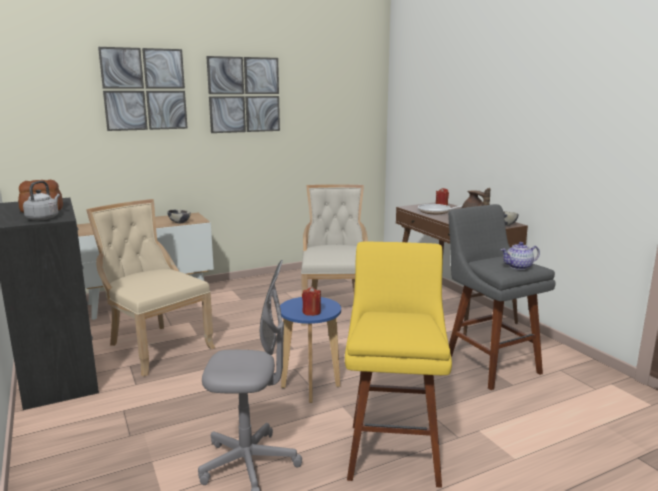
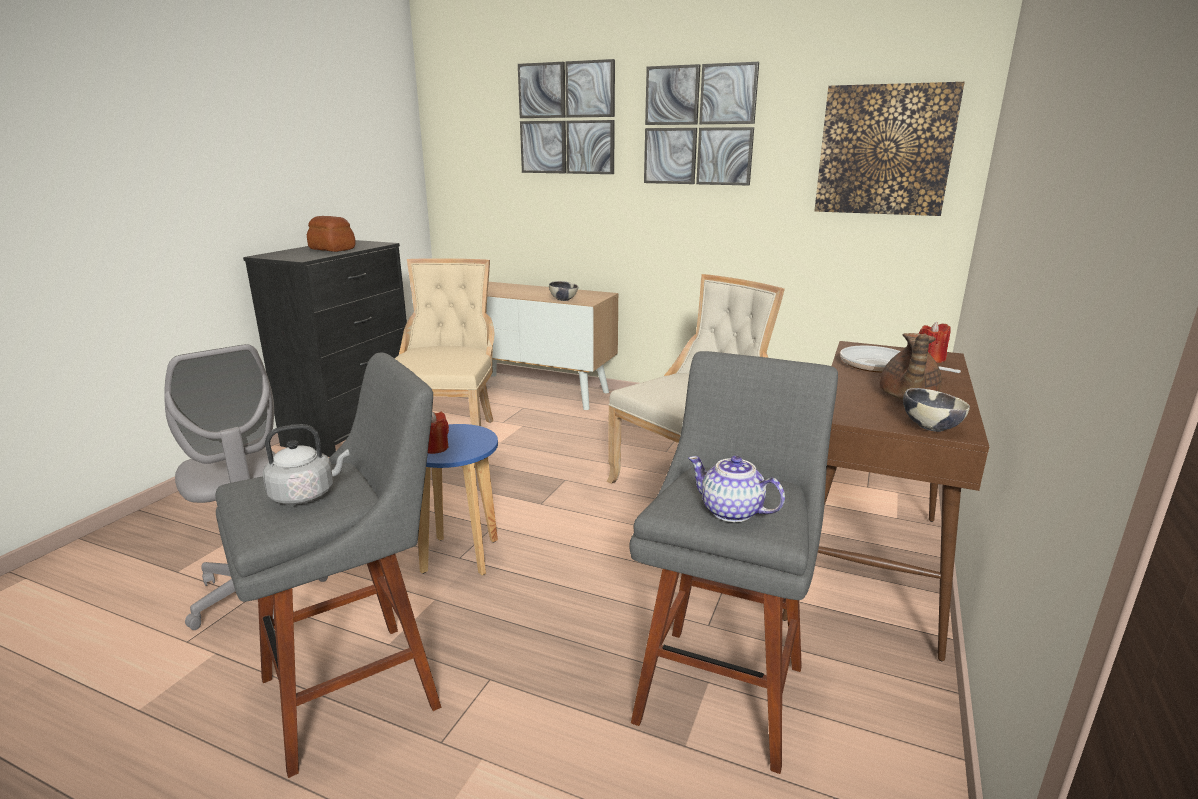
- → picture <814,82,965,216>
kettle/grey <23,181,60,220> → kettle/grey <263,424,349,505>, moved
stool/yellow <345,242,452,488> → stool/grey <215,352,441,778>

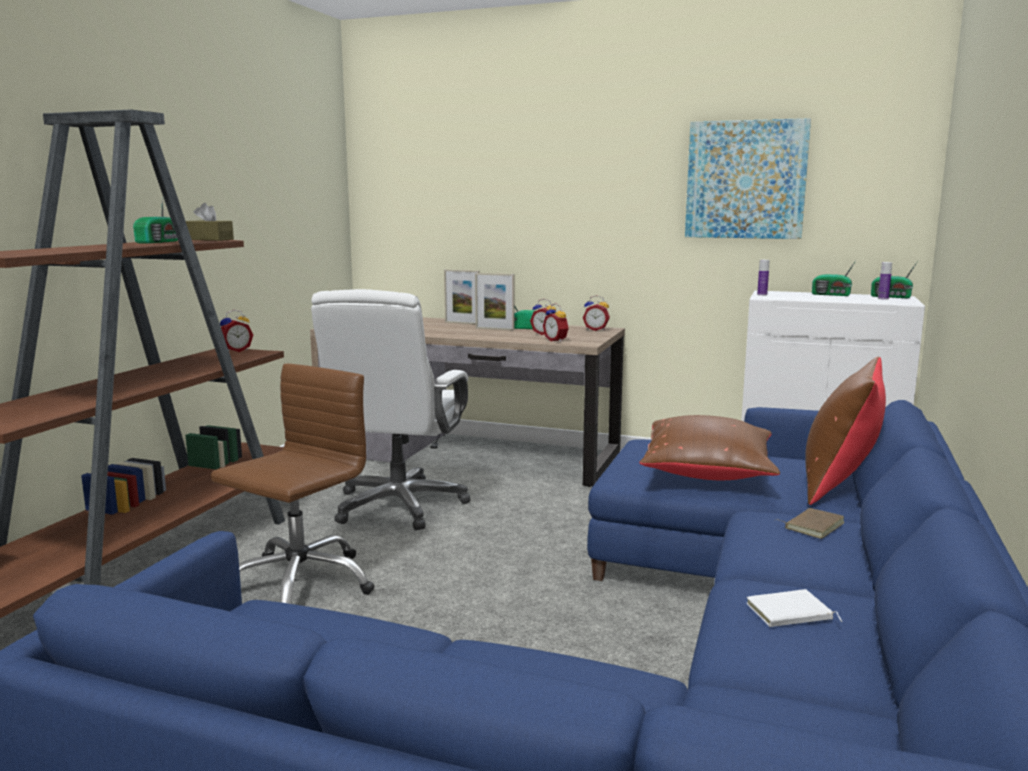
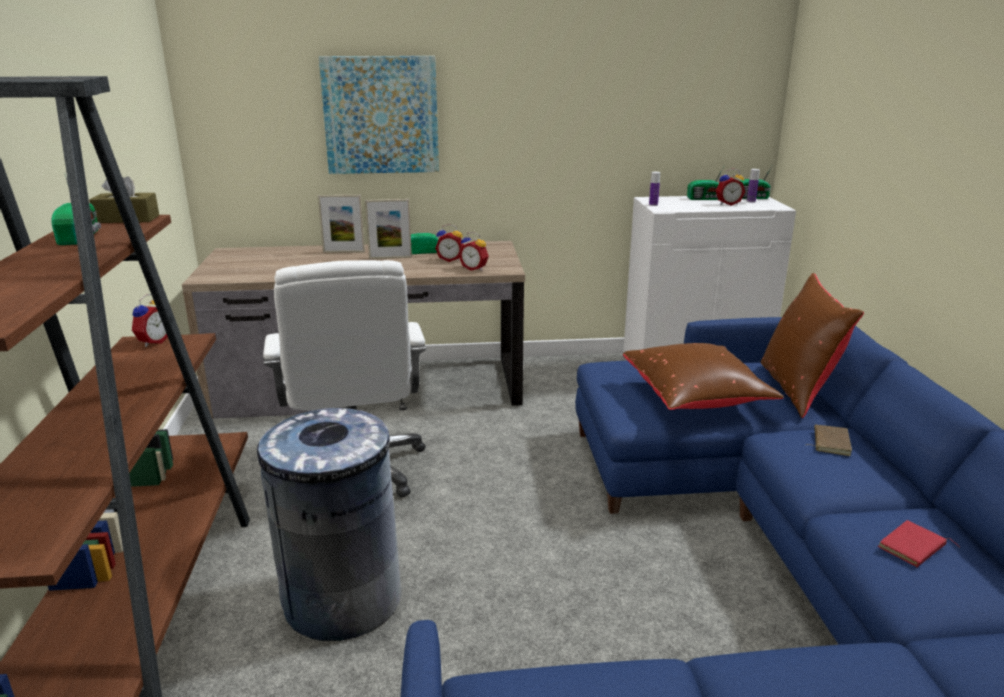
alarm clock <583,295,610,331> → alarm clock <716,168,745,206>, moved
picture <685,118,811,239> → picture <319,56,439,174>, moved
office chair/brown <211,363,375,604> → trash can/grey <257,408,401,641>
book/white <747,589,842,627> → book/red <878,520,960,567>

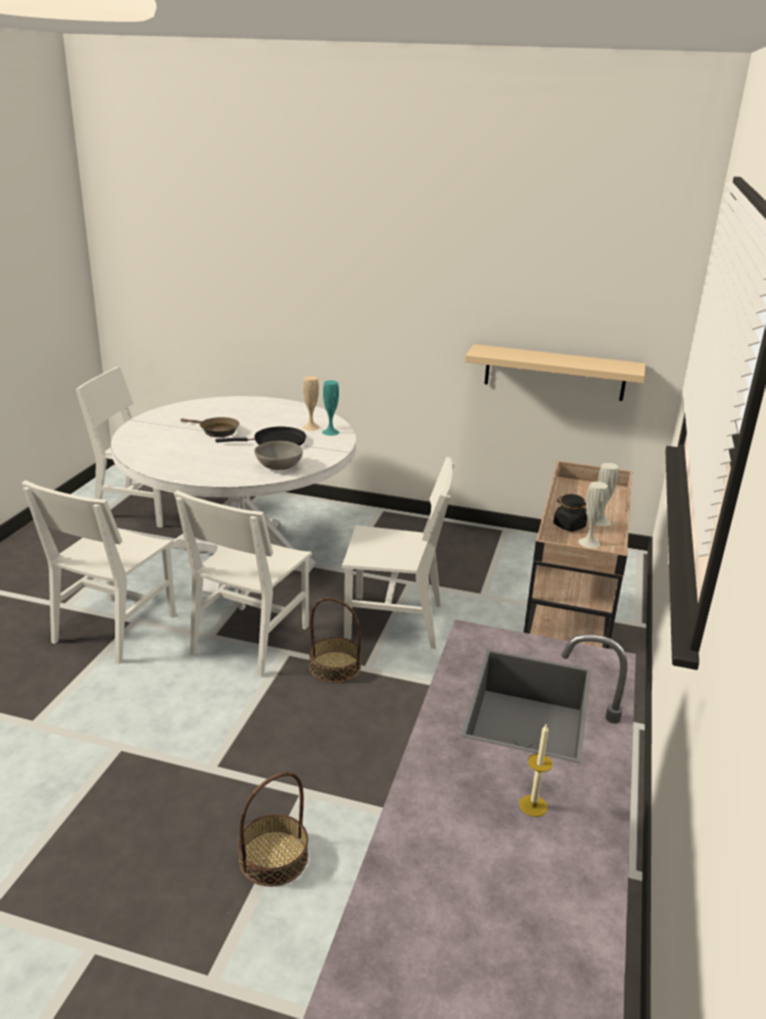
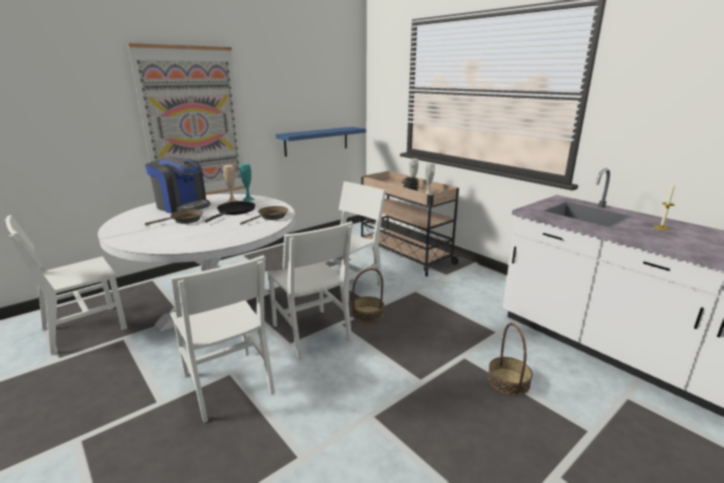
- → picture <127,43,245,195>
- → coffee machine <145,157,211,214>
bowl/grey <254,441,303,470> → frying pan/brown <240,206,288,225>
shelf/beige <465,344,645,401> → shelf/blue <276,127,366,157>

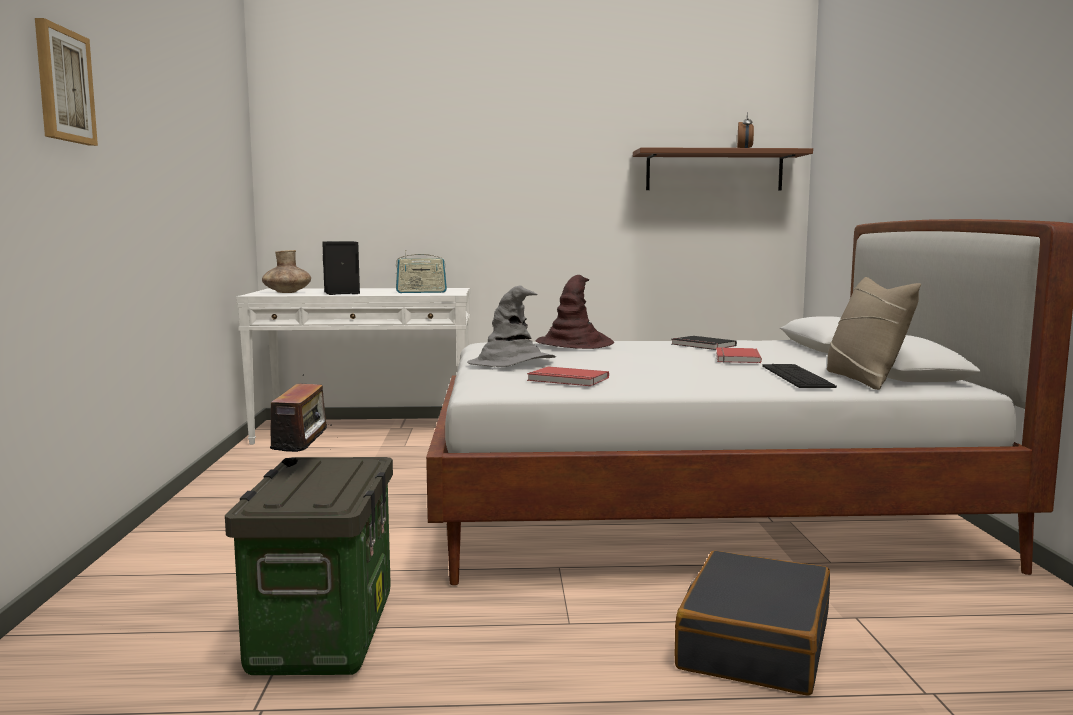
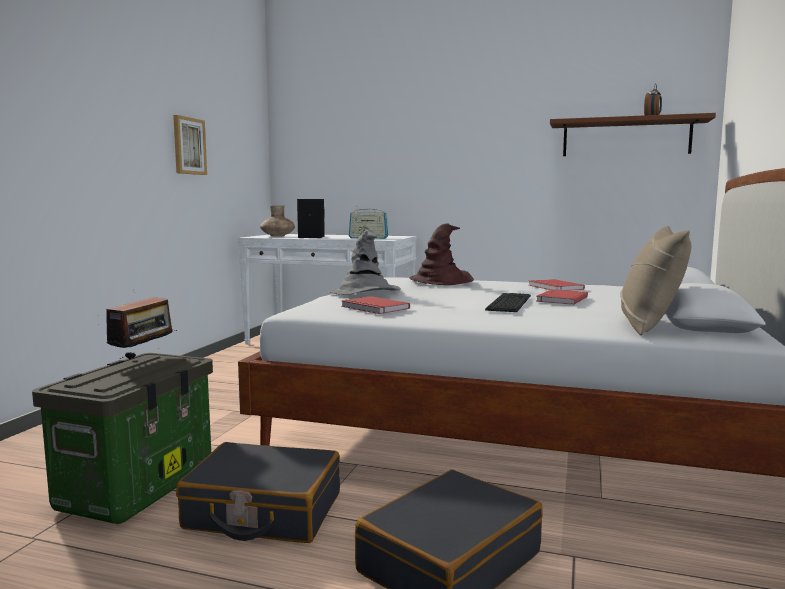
- → suitcase/black <176,442,340,543>
picture <35,18,98,146> → picture <173,115,207,175>, moved
keyboard <762,364,837,388> → keyboard <485,293,531,312>, moved
book/black <672,336,737,350> → book/red <529,279,585,291>

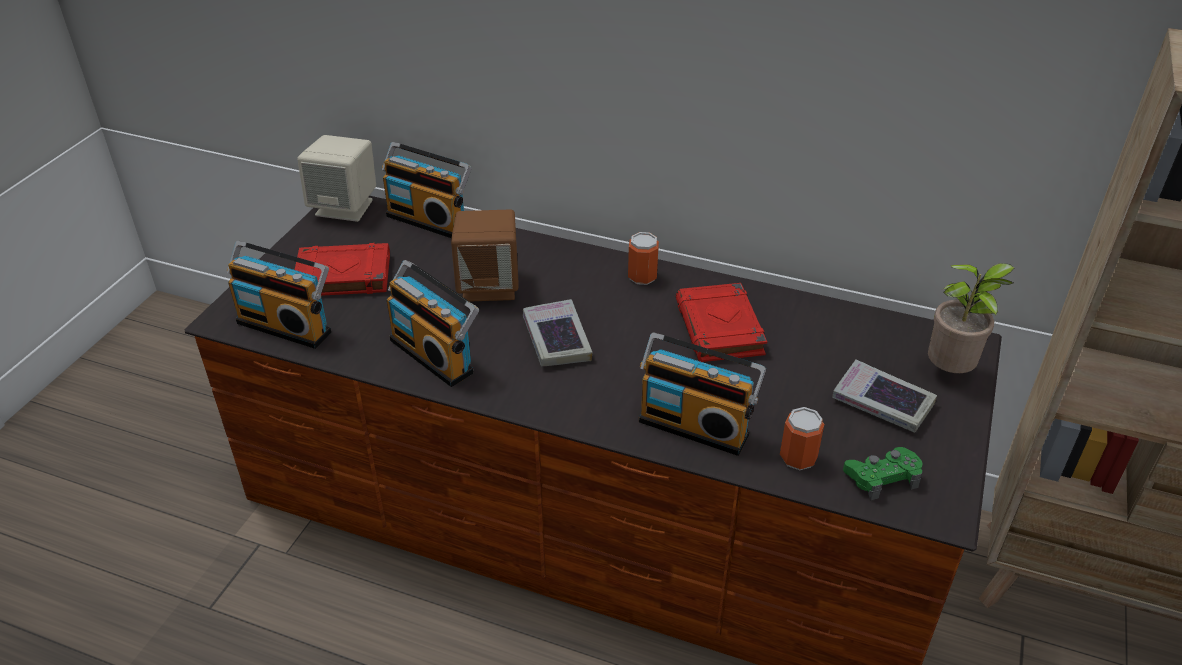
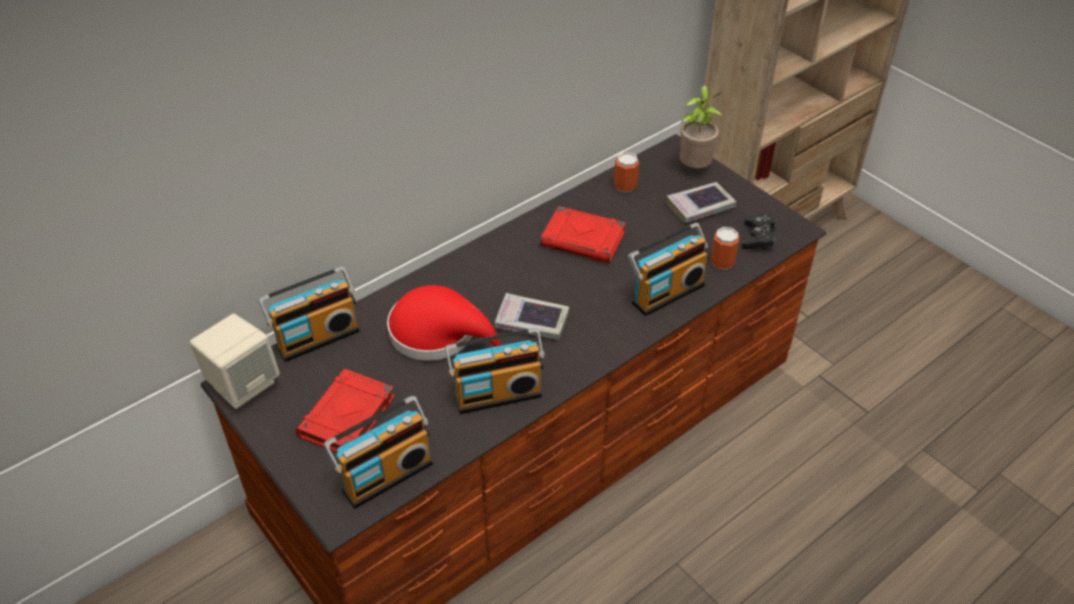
can <628,232,659,285> → can <614,152,639,193>, moved
speaker/brown <451,209,518,302> → hat/red <387,285,501,361>
game controller/green <843,447,923,501> → game controller/black <742,213,777,250>

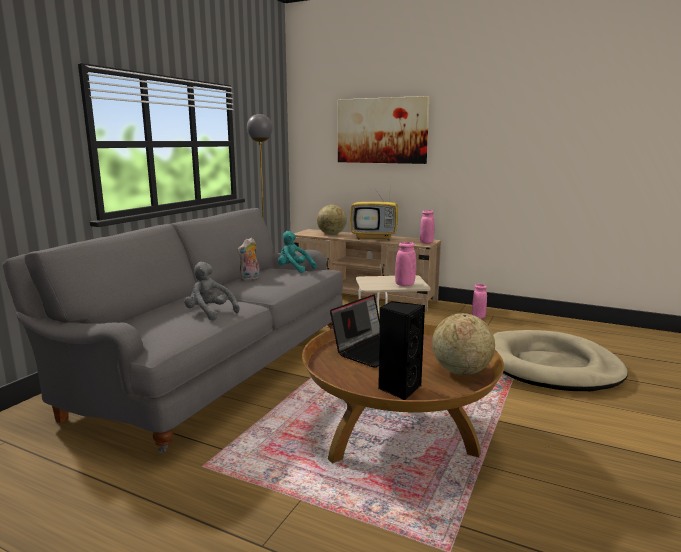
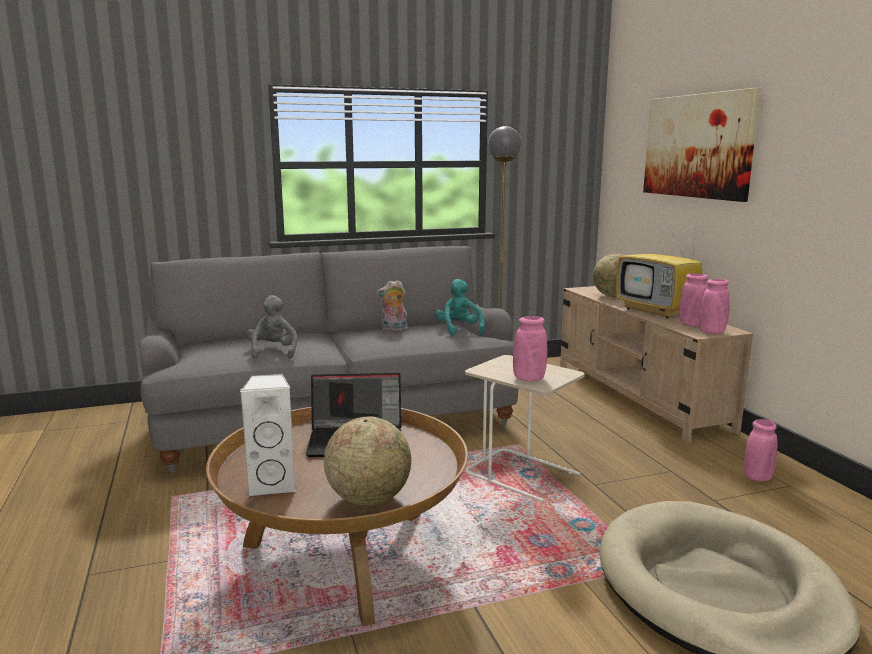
- → vase/pink <679,273,708,327>
speaker/black <378,301,425,400> → speaker/white <240,374,296,496>

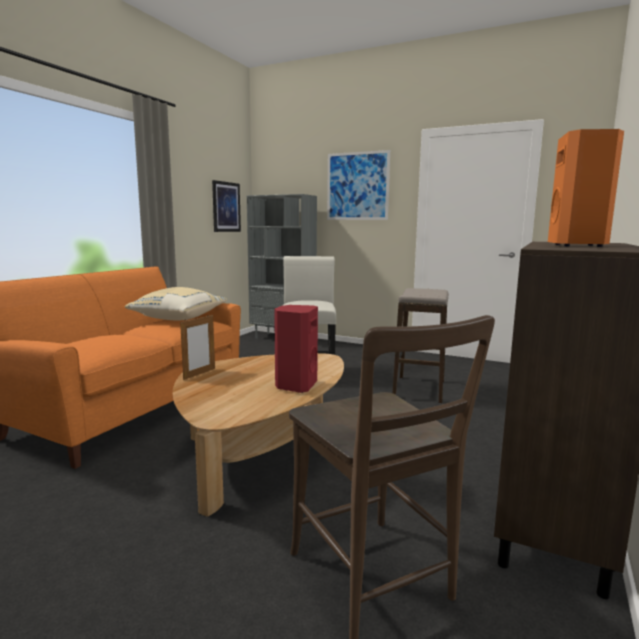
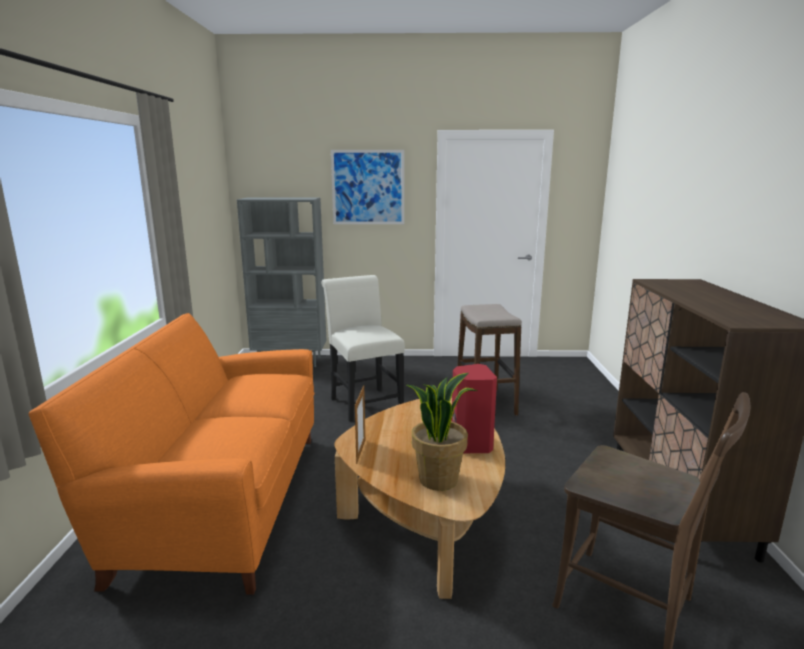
pillow/beige <125,287,227,320> → -
picture <212,180,241,232> → -
speaker/orange <548,129,624,247> → -
- → potted plant <407,373,477,491>

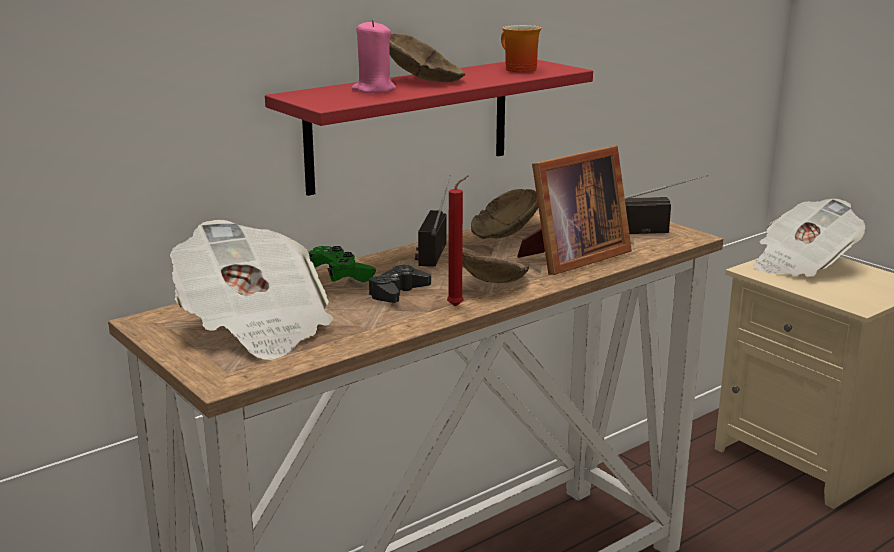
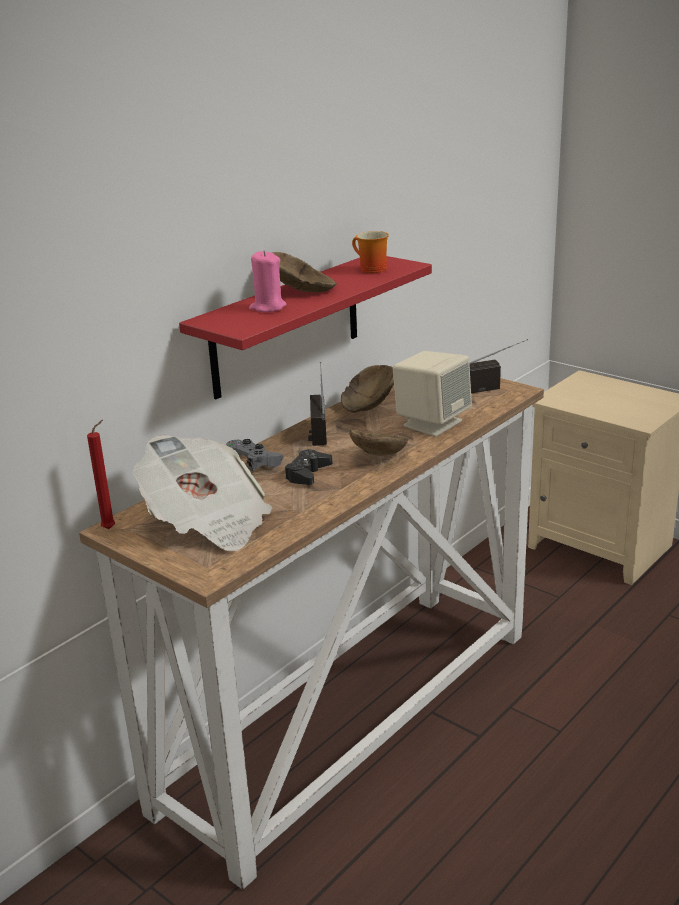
newspaper <753,199,865,277> → -
candle/red <447,175,469,307> → candle/red <87,420,115,529>, moved
picture frame <517,146,632,275> → speaker/beige <393,351,472,437>
game controller/green <309,246,376,282> → game controller/grey <226,439,284,471>

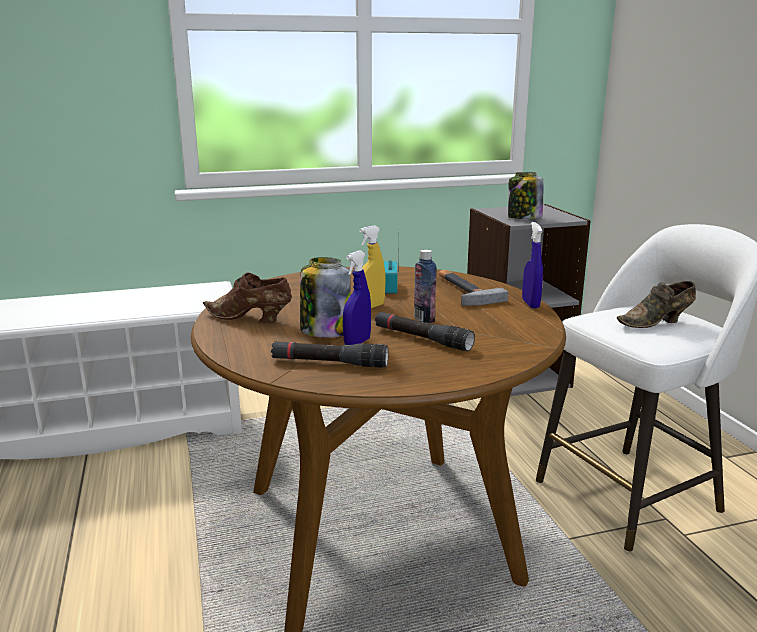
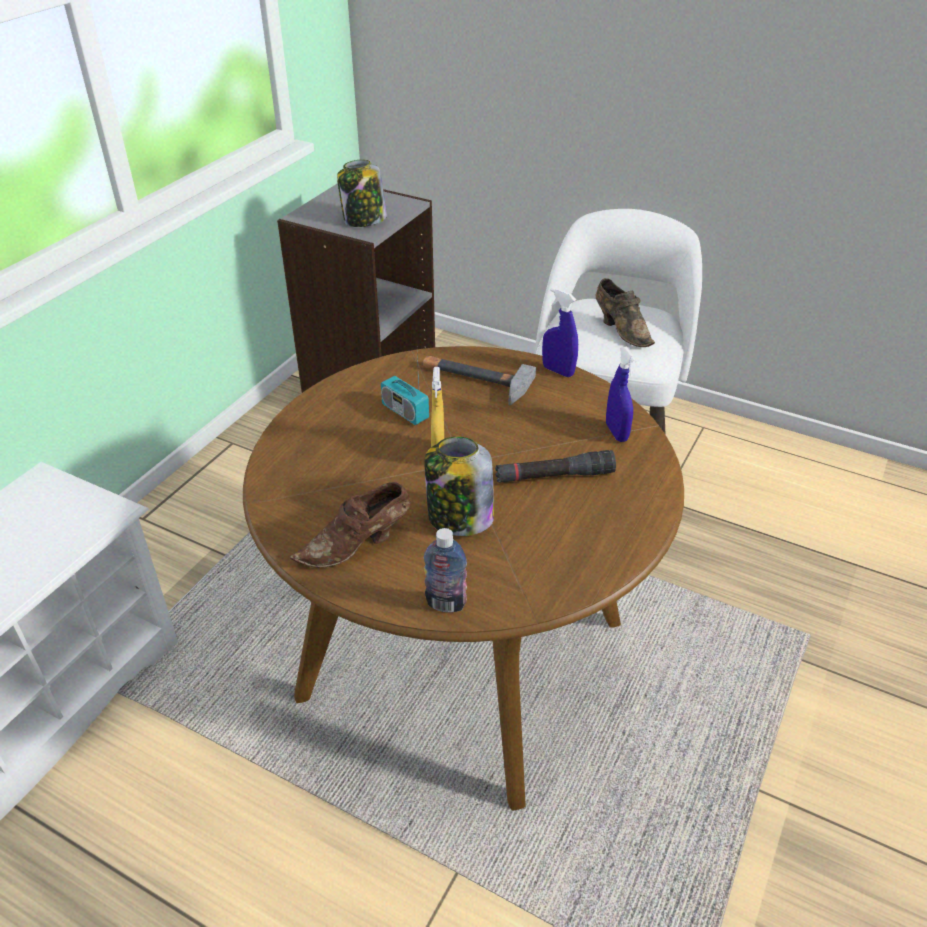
flashlight/black <271,341,388,368> → -
spray bottle/blue <343,250,371,345> → spray bottle/blue <606,346,637,442>, moved
bottle <414,250,437,323> → bottle <424,528,467,612>, moved
shoe/brown <617,281,696,328> → shoe/brown <595,278,655,347>, 60 degrees counterclockwise

